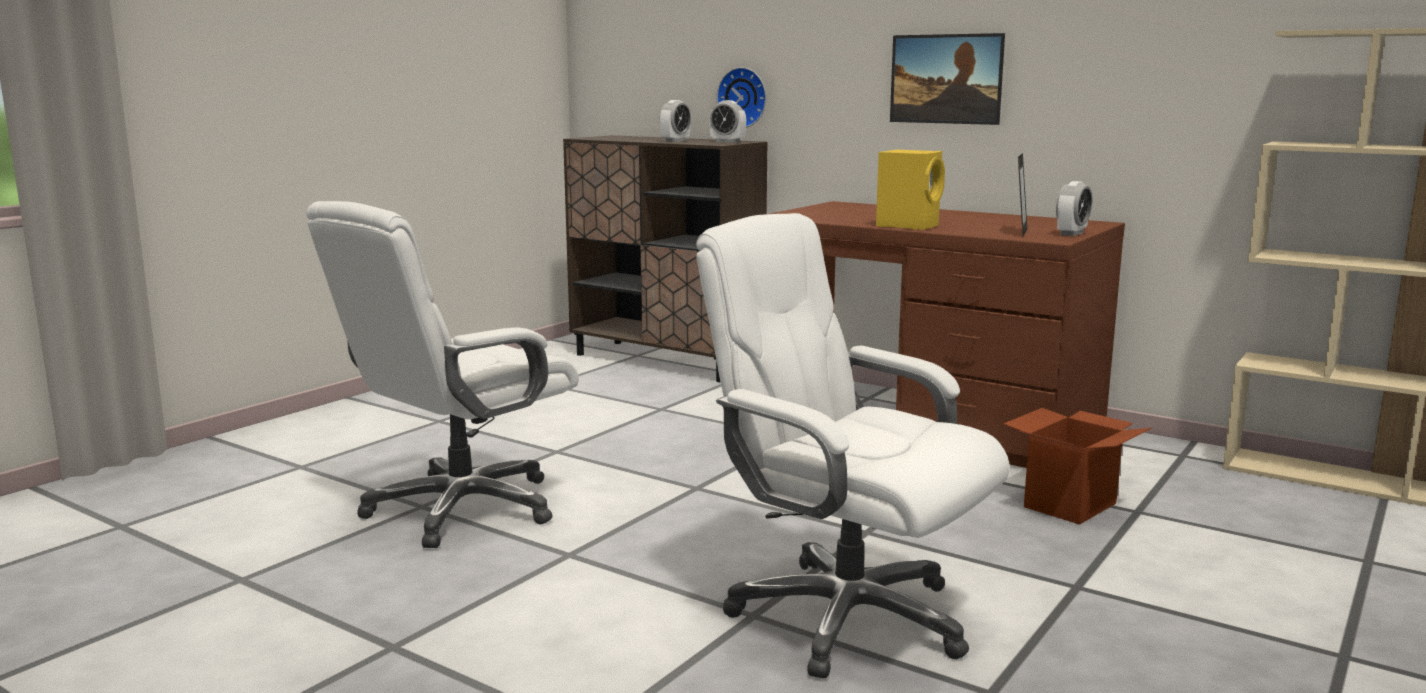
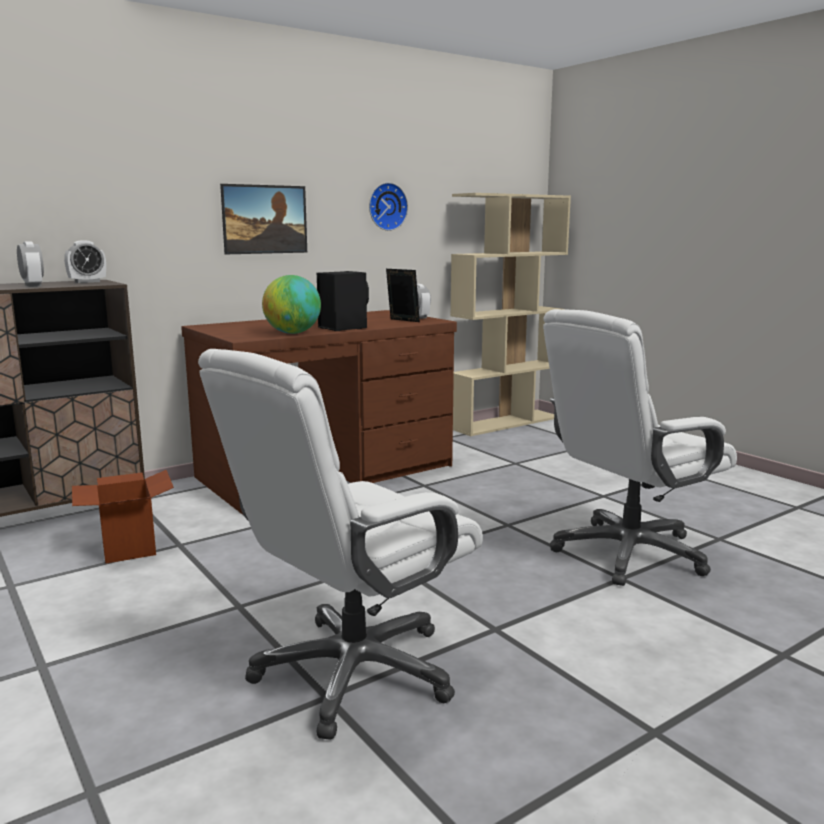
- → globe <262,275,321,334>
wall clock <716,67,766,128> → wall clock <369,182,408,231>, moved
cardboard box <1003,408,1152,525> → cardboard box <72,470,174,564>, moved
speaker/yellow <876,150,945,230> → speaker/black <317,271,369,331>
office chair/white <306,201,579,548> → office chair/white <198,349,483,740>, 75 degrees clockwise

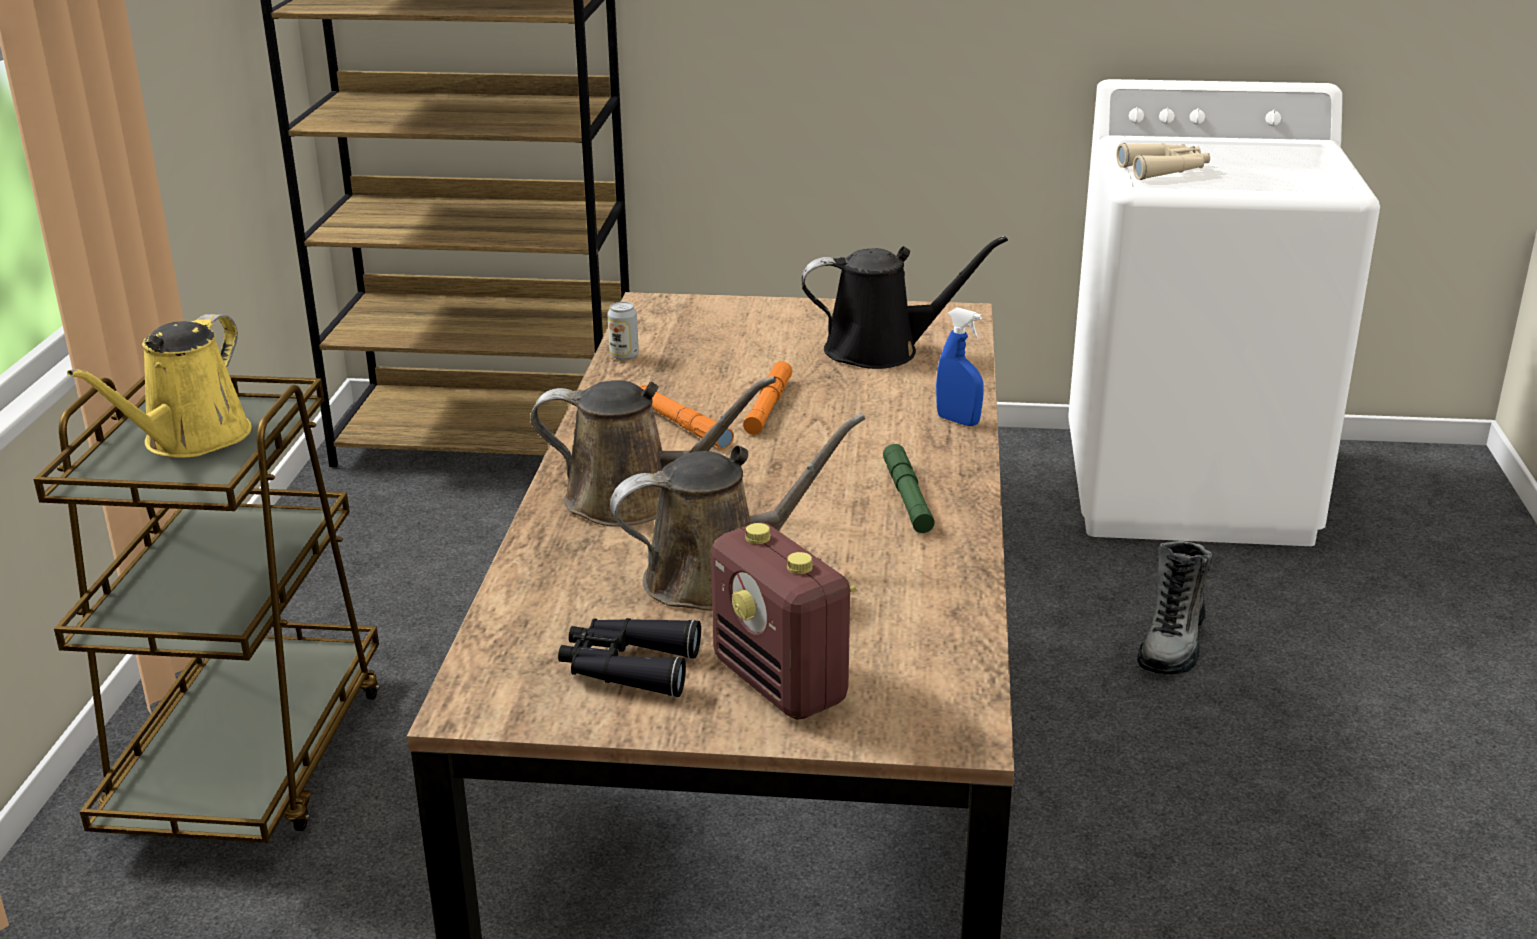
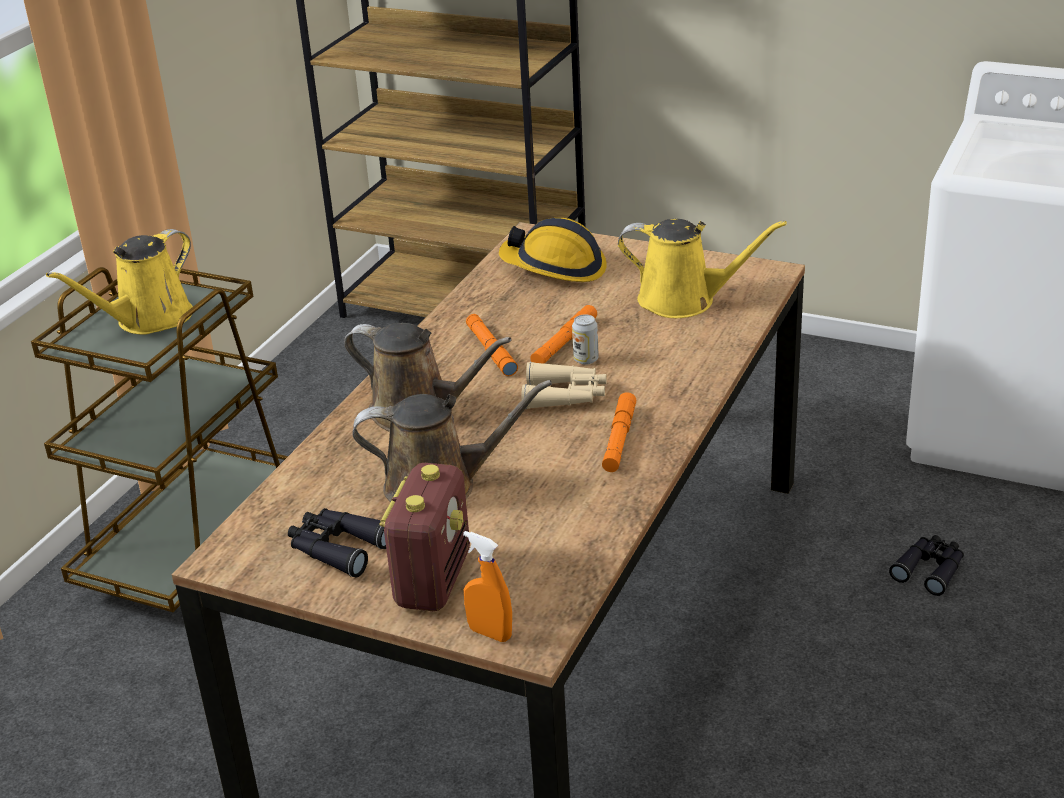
spray bottle/blue <936,308,984,426> → -
- → spray bottle/orange <463,531,512,642>
- → hard hat <499,218,607,282>
can <607,302,639,360> → can <572,314,599,365>, moved
binoculars/beige <1116,143,1210,180> → binoculars/beige <521,362,607,409>, moved
boot <1137,541,1212,675> → binoculars/black <889,535,964,596>
watering can/black <802,236,1008,369> → watering can/yellow <618,219,787,318>
flashlight/green <883,444,934,533> → flashlight/orange <602,392,636,472>
radio <711,522,856,720> → radio <380,463,470,611>, 150 degrees counterclockwise

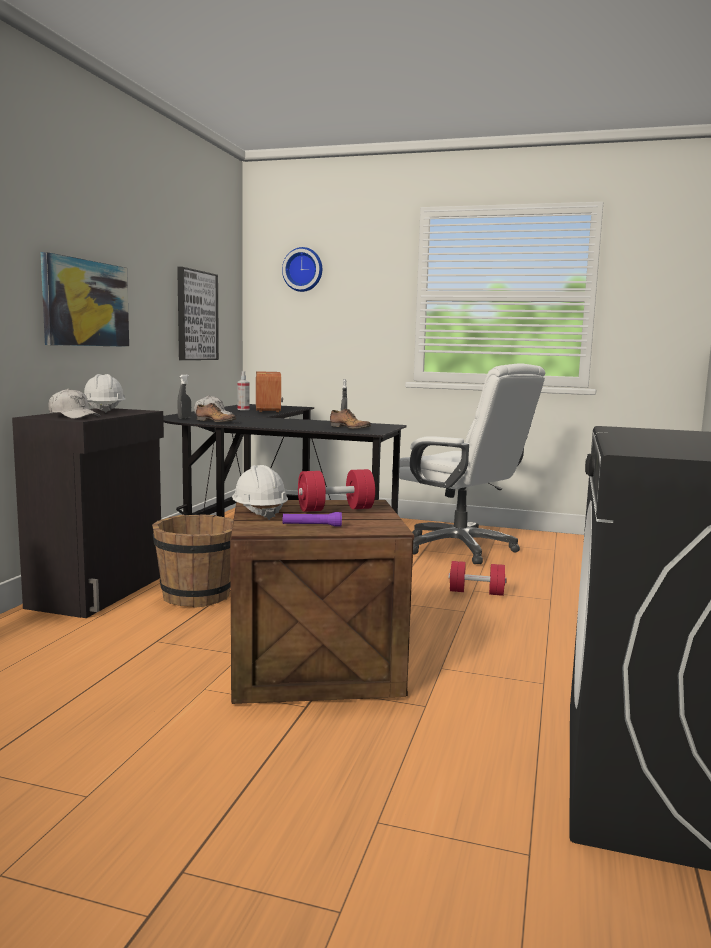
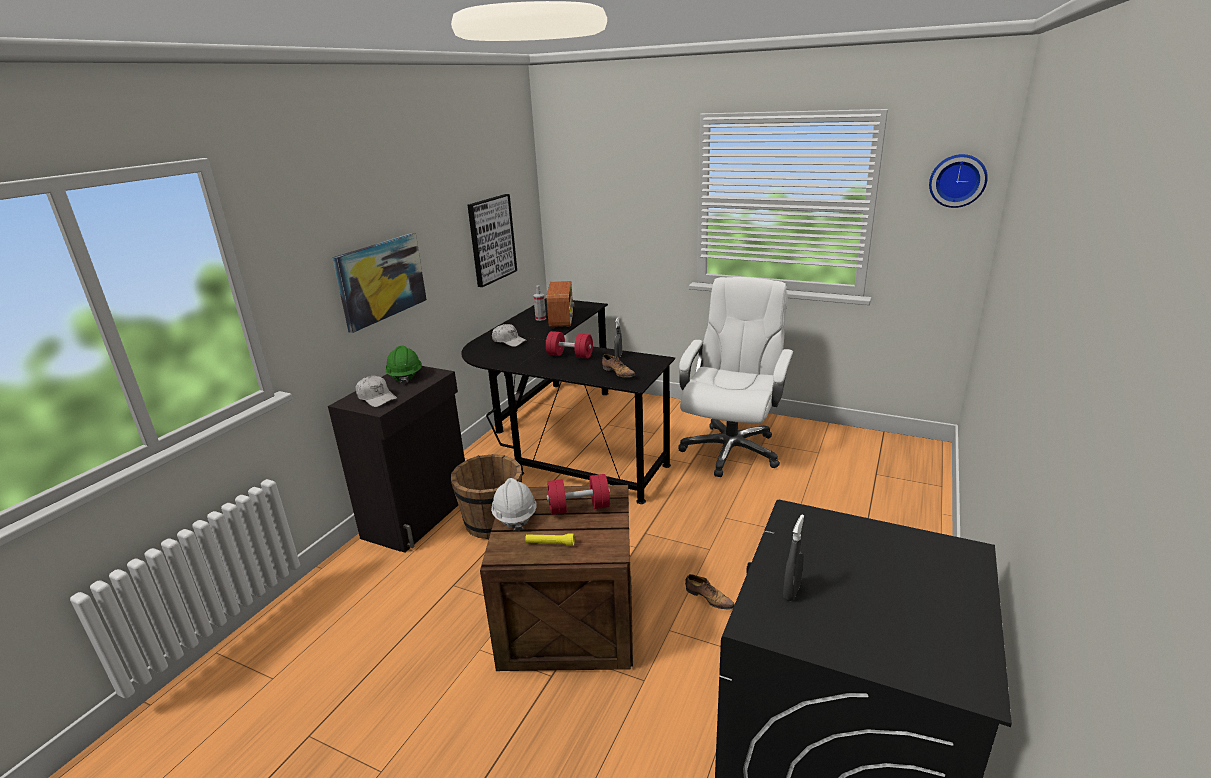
spray bottle/grey <177,374,191,419> → spray bottle/grey <783,514,804,601>, moved
shoe <196,403,236,422> → shoe <685,574,734,609>, moved
wall clock <282,247,322,292> → wall clock <929,154,988,208>, moved
dumbbell/red <448,561,507,596> → dumbbell/red <546,331,593,359>, moved
hard hat/white <84,374,126,413> → hard hat/green <386,346,422,384>
flashlight/purple <283,512,342,527> → flashlight/yellow <525,533,575,546>
office chair/white <392,363,545,564> → office chair/white <678,277,794,477>, 120 degrees counterclockwise

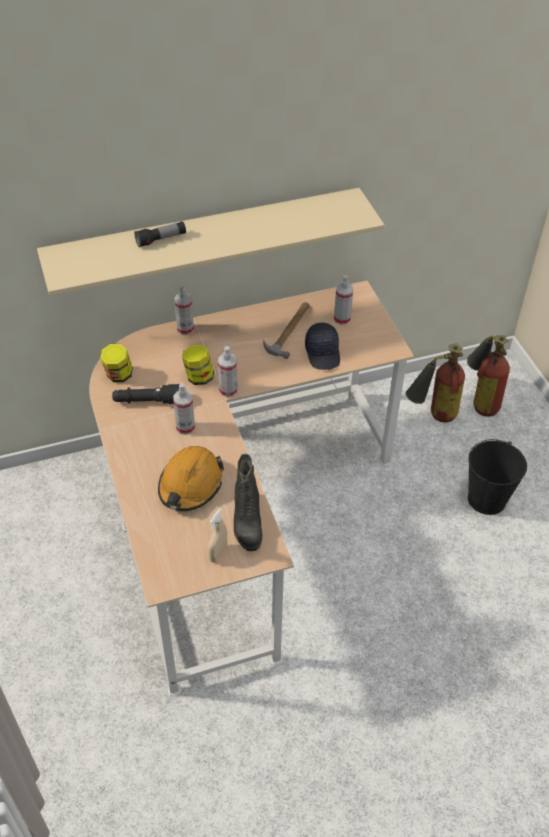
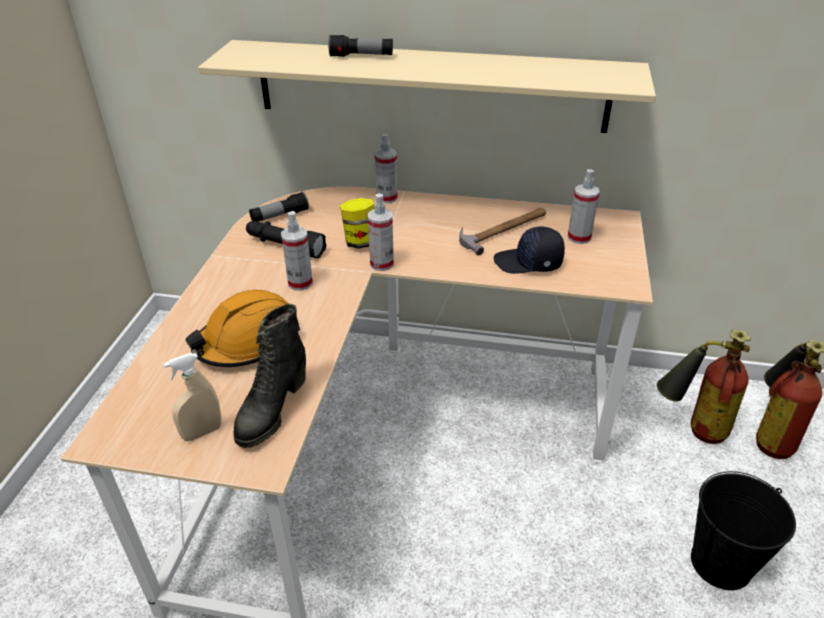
jar <100,344,133,382> → flashlight <249,192,309,222>
cap/black <305,323,340,370> → cap/black <494,226,565,274>, 75 degrees clockwise

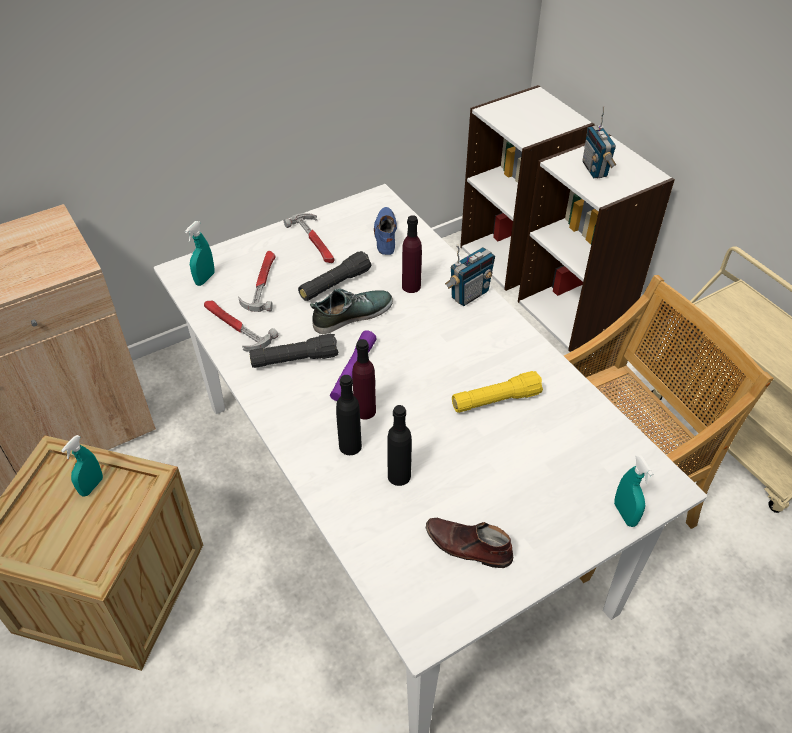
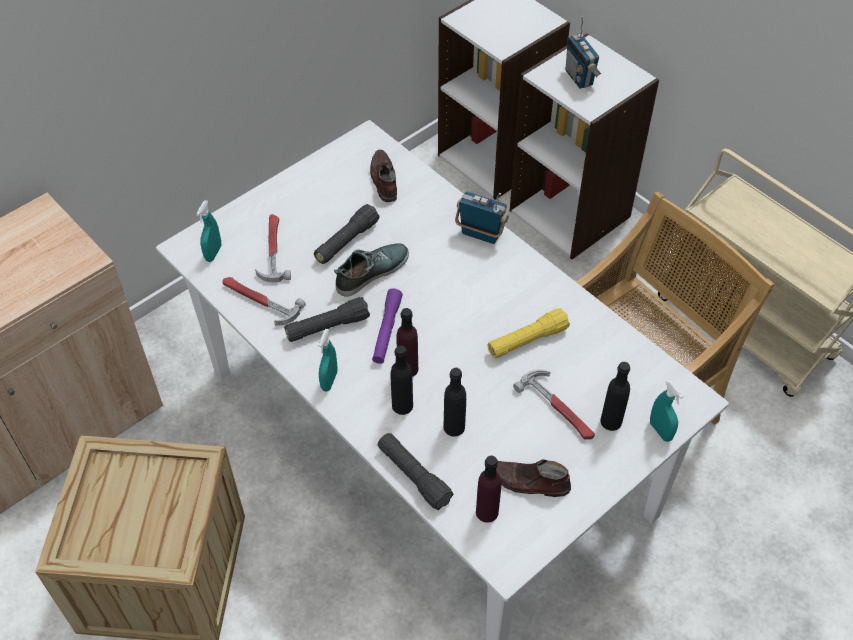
- → flashlight/black <378,433,454,510>
- → bottle/black <600,362,630,431>
spray bottle/turquoise <61,435,103,497> → spray bottle/turquoise <318,329,337,392>, moved
hammer <284,213,334,263> → hammer <513,370,595,440>, moved
bottle/purple <402,215,422,293> → bottle/purple <476,455,501,523>, moved
shoe/blue <374,207,397,255> → shoe/brown <370,150,397,202>
radio <445,244,495,306> → radio <455,192,509,244>, 105 degrees counterclockwise

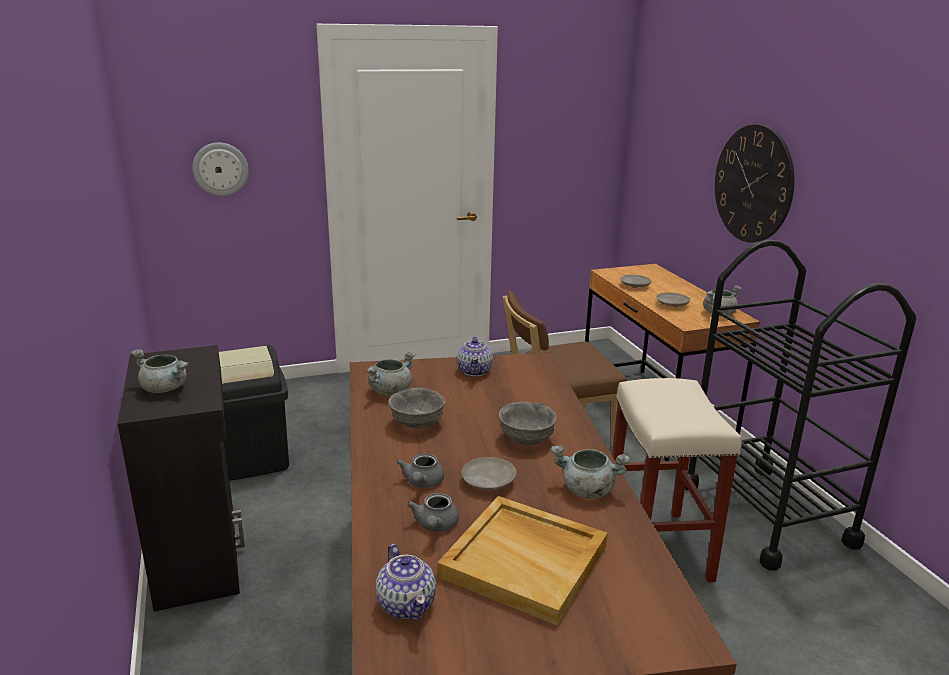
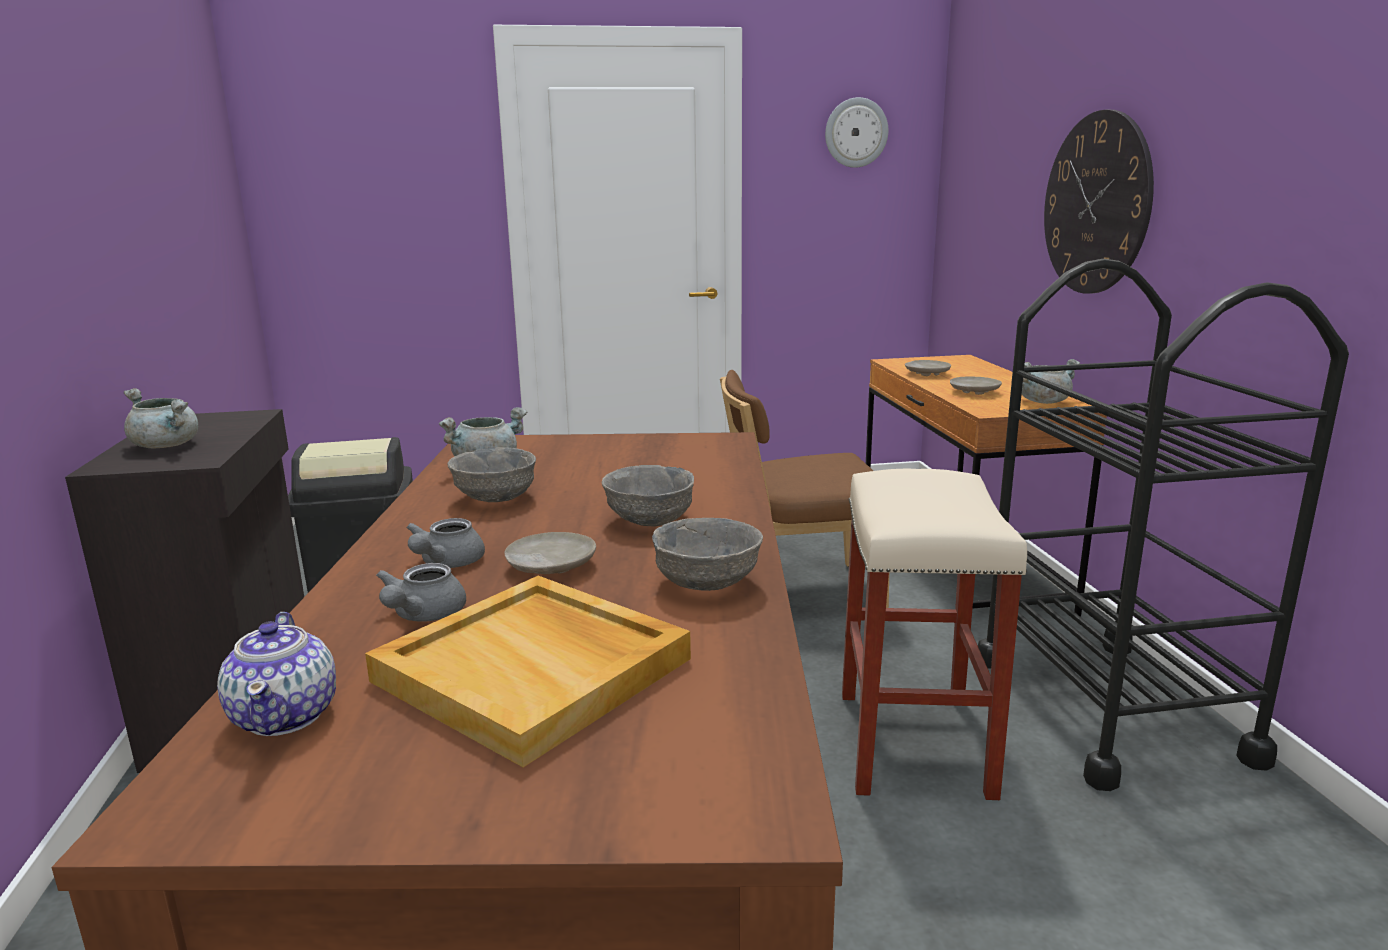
teapot <457,336,493,376> → -
wall clock <192,143,249,196> → wall clock <825,97,888,168>, moved
cooking pot/grey <551,445,630,498> → bowl/grey <652,518,763,591>

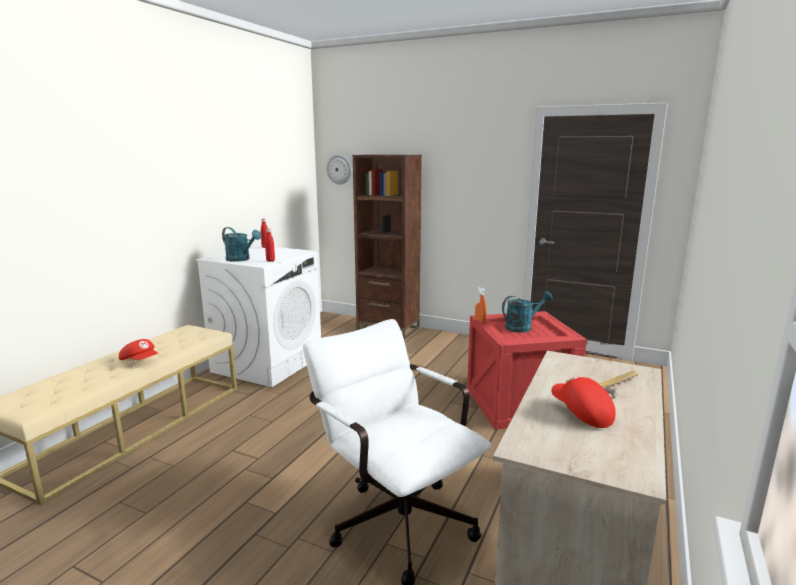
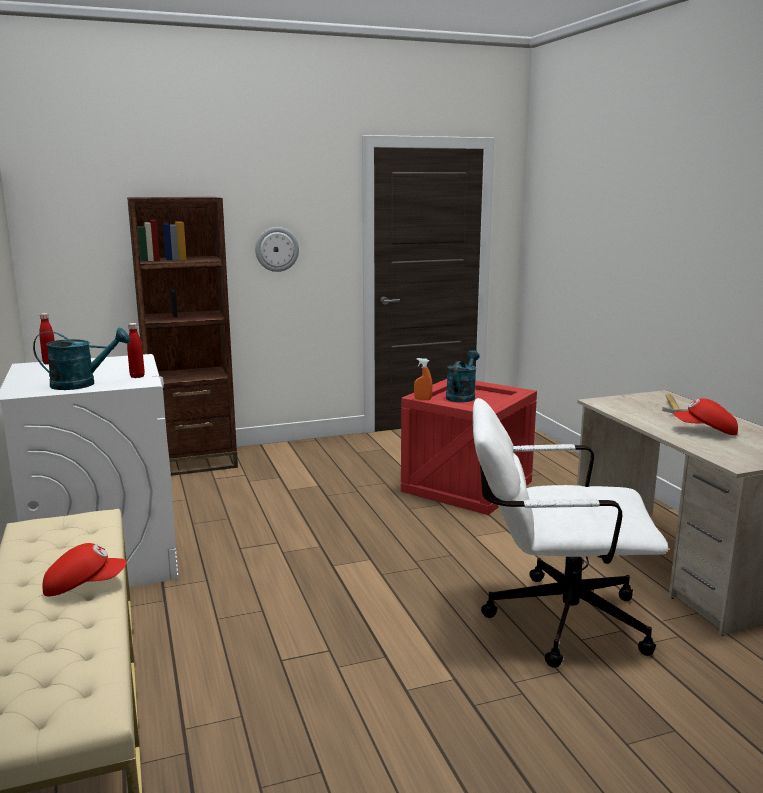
wall clock <326,155,352,185> → wall clock <255,227,299,272>, moved

